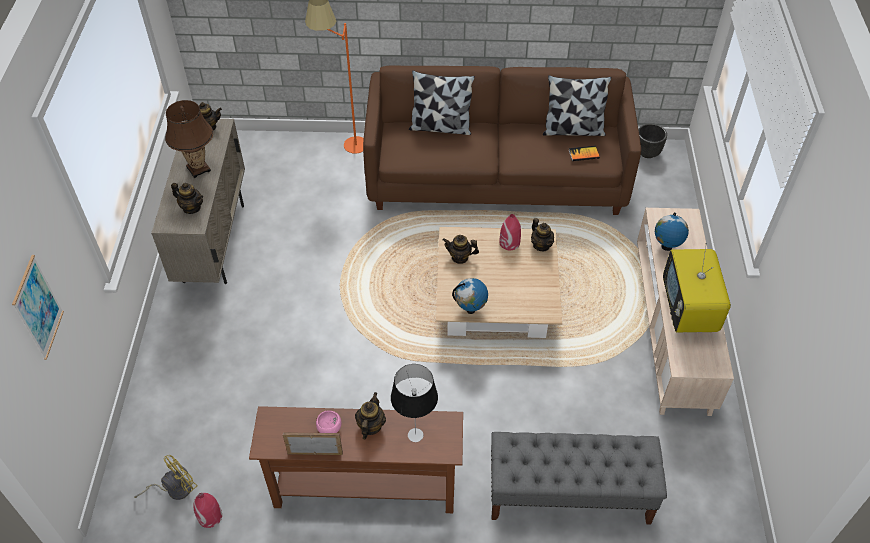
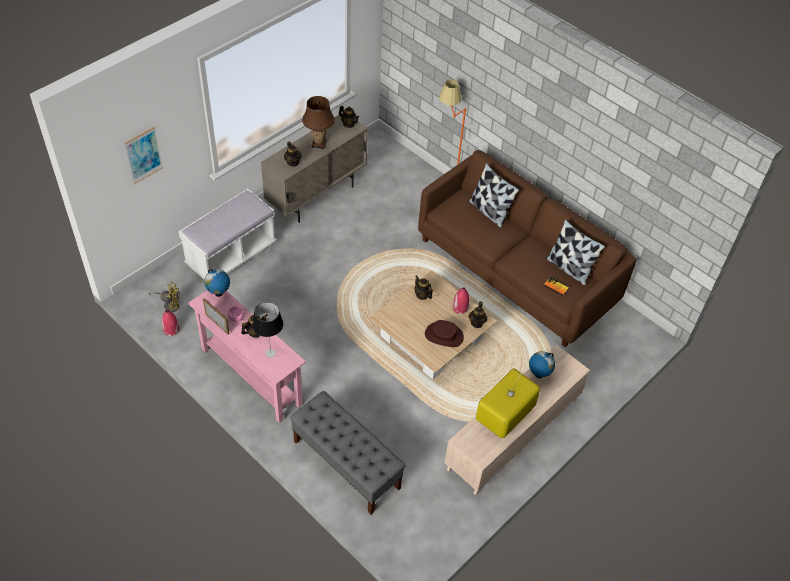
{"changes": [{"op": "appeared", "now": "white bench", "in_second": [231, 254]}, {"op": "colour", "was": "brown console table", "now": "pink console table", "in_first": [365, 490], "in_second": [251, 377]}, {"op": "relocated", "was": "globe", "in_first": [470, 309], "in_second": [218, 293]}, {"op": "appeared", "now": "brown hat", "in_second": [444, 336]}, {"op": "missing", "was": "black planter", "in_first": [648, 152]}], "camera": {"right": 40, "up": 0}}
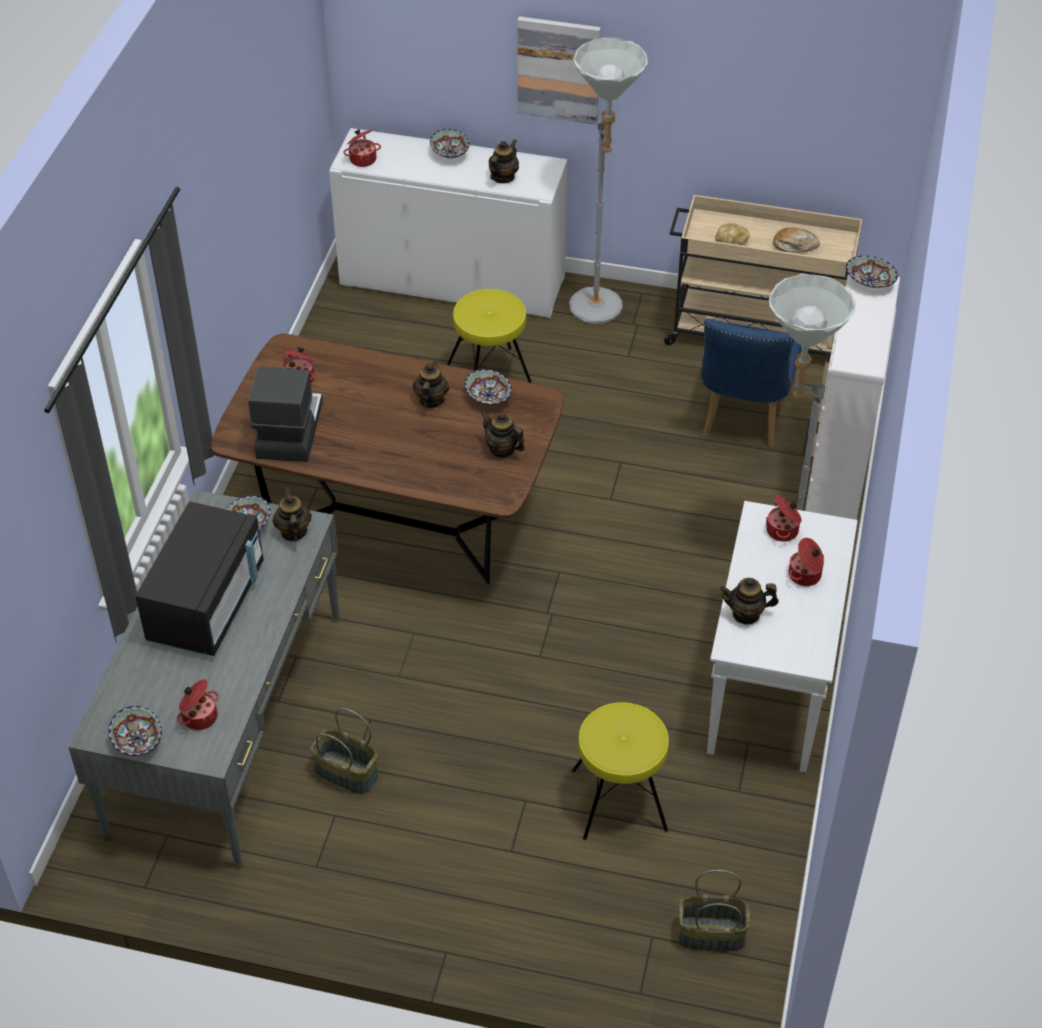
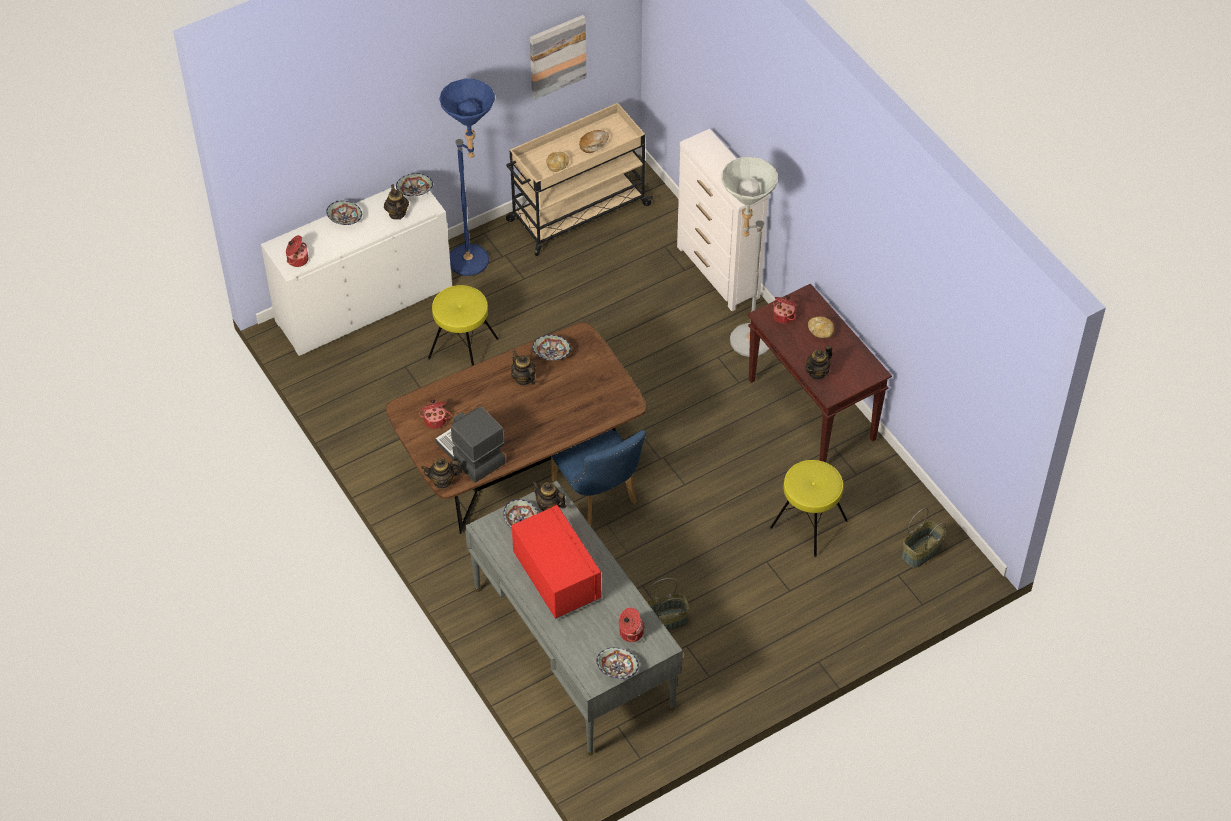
{"changes": [{"op": "relocated", "was": "bowl", "in_first": [869, 282], "in_second": [415, 191]}, {"op": "relocated", "was": "teapot", "in_first": [502, 449], "in_second": [442, 481]}, {"op": "colour", "was": "grey floor lamp", "now": "blue floor lamp", "in_first": [599, 314], "in_second": [476, 264]}, {"op": "colour", "was": "black microwave", "now": "red microwave", "in_first": [207, 604], "in_second": [557, 577]}, {"op": "relocated", "was": "picture", "in_first": [559, 69], "in_second": [557, 56]}, {"op": "relocated", "was": "blue chair", "in_first": [742, 419], "in_second": [598, 496]}, {"op": "colour", "was": "white console table", "now": "brown console table", "in_first": [771, 688], "in_second": [812, 411]}, {"op": "exchanged", "was": "cooking pot", "now": "bread", "in_first": [805, 575], "in_second": [820, 331]}], "camera": {"right": -45, "up": 5}}
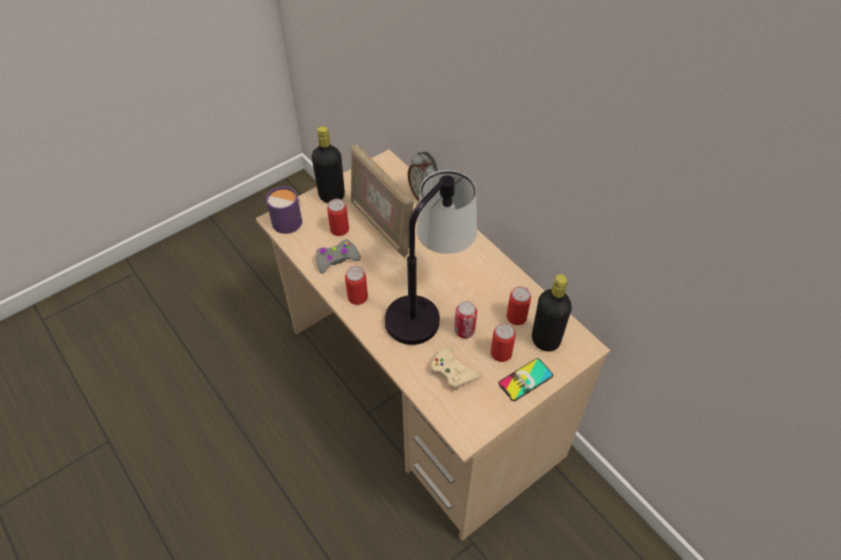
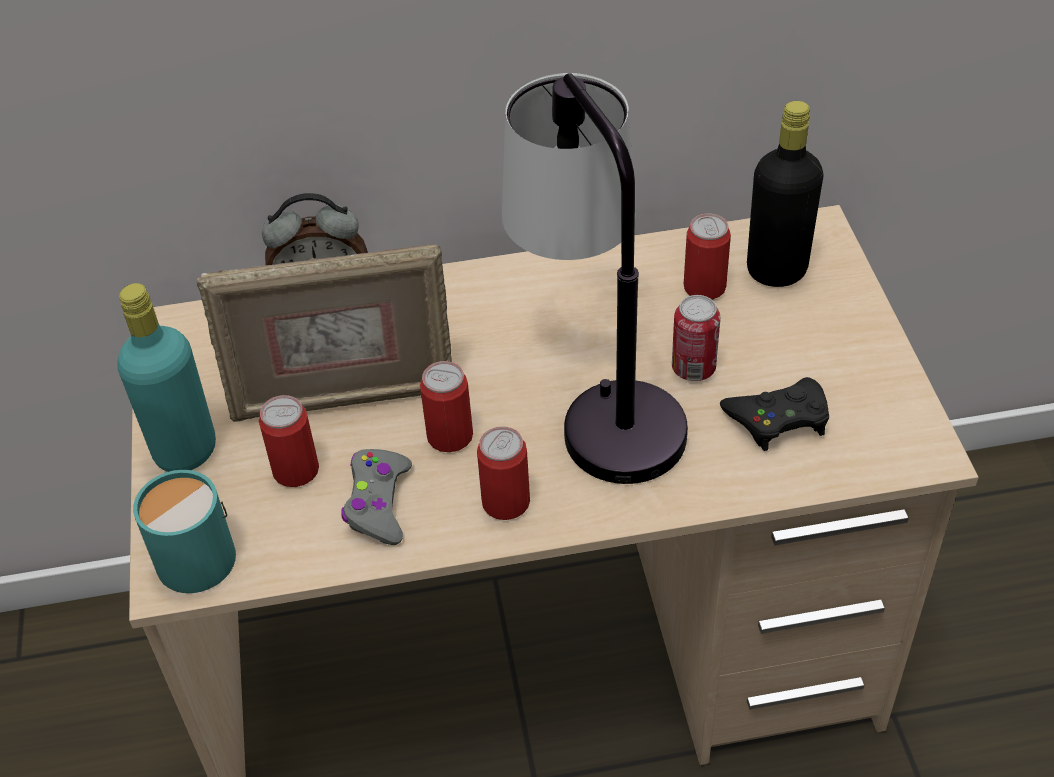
{"changes": [{"op": "colour", "was": "black bottle", "now": "turquoise bottle", "in_first": [331, 196], "in_second": [185, 451]}, {"op": "colour", "was": "purple mug", "now": "turquoise mug", "in_first": [289, 219], "in_second": [191, 553]}, {"op": "relocated", "was": "can", "in_first": [501, 353], "in_second": [450, 436]}, {"op": "colour", "was": "beige game controller", "now": "black game controller", "in_first": [453, 372], "in_second": [778, 418]}, {"op": "missing", "was": "phone", "in_first": [525, 379]}], "camera": {"right": -60, "up": -5}}
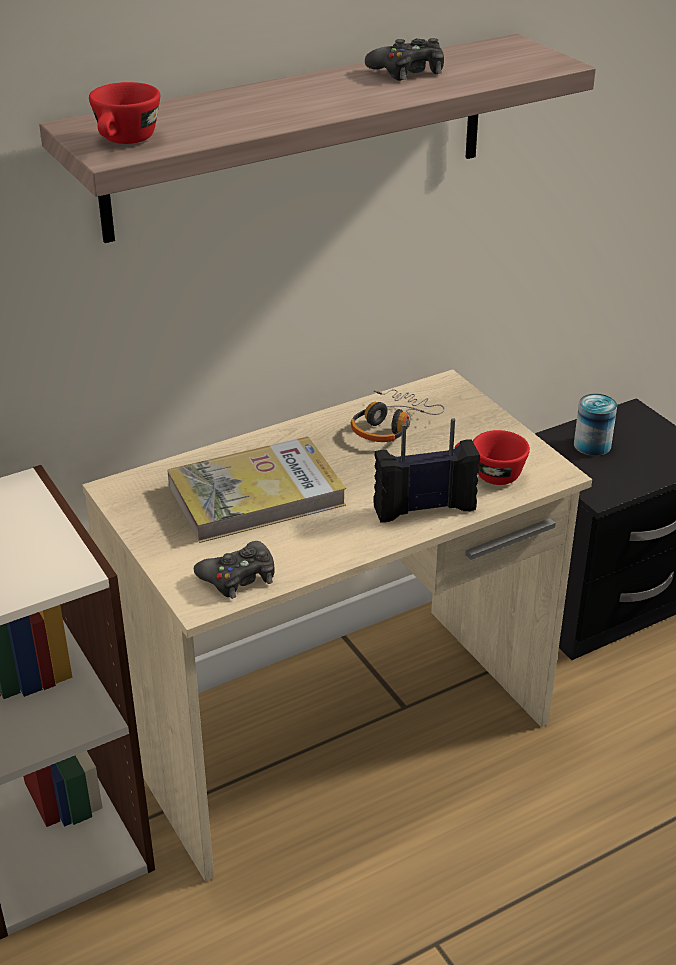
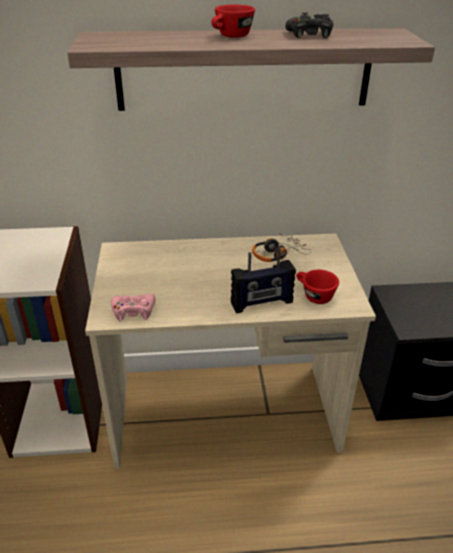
{"changes": [{"op": "colour", "was": "black game controller", "now": "pink game controller", "in_first": [239, 577], "in_second": [133, 311]}, {"op": "relocated", "was": "red cup", "in_first": [125, 141], "in_second": [231, 36]}, {"op": "spun", "was": "radio", "in_first": [424, 507], "in_second": [262, 303], "clockwise": 150}, {"op": "missing", "was": "book", "in_first": [256, 495]}, {"op": "missing", "was": "can", "in_first": [592, 445]}], "camera": {"right": 25, "up": 0}}
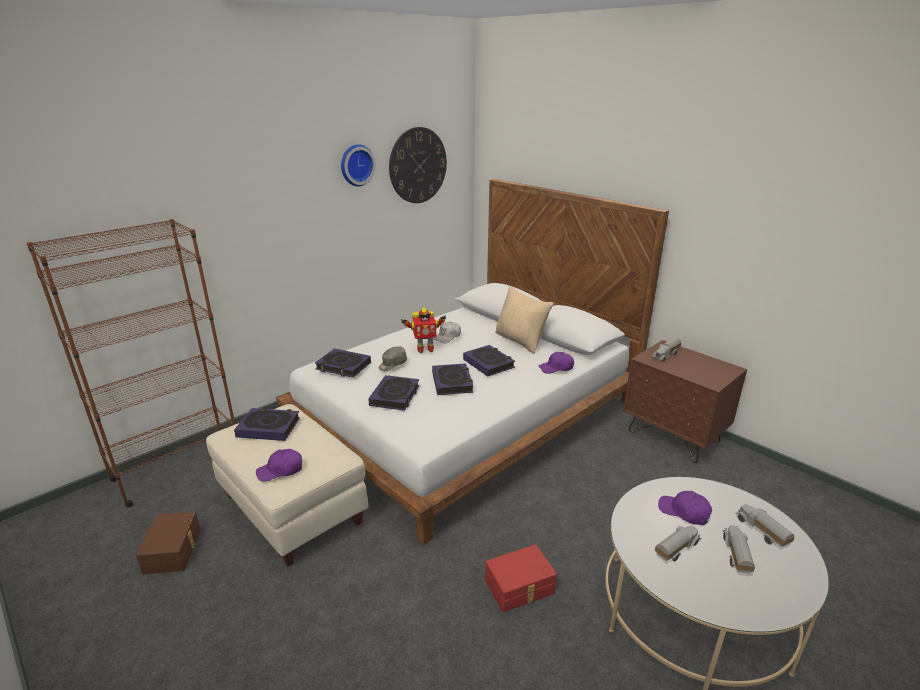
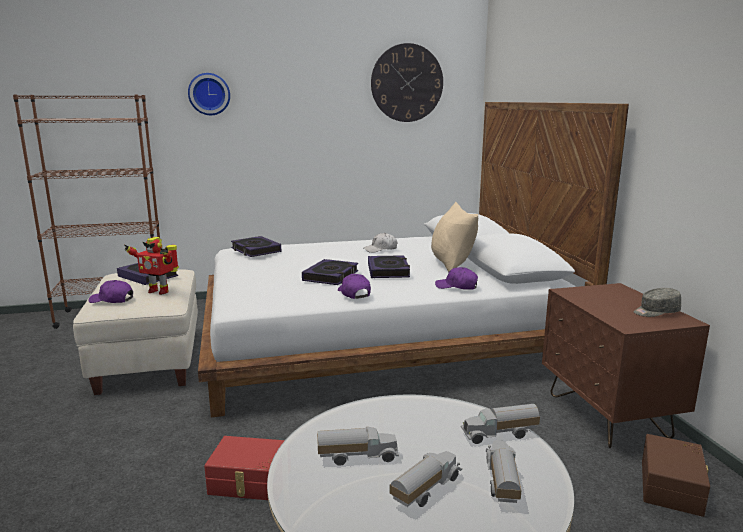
{"changes": [{"op": "relocated", "was": "toy robot", "in_first": [424, 349], "in_second": [159, 291]}, {"op": "relocated", "was": "wall clock", "in_first": [356, 165], "in_second": [209, 94]}, {"op": "relocated", "was": "purple cap", "in_first": [684, 512], "in_second": [354, 293]}, {"op": "relocated", "was": "toy truck", "in_first": [666, 355], "in_second": [499, 435]}, {"op": "relocated", "was": "grey cap", "in_first": [392, 364], "in_second": [655, 312]}, {"op": "relocated", "was": "brown storage box", "in_first": [174, 550], "in_second": [673, 487]}, {"op": "missing", "was": "book", "in_first": [395, 396]}], "camera": {"right": 30, "up": -10}}
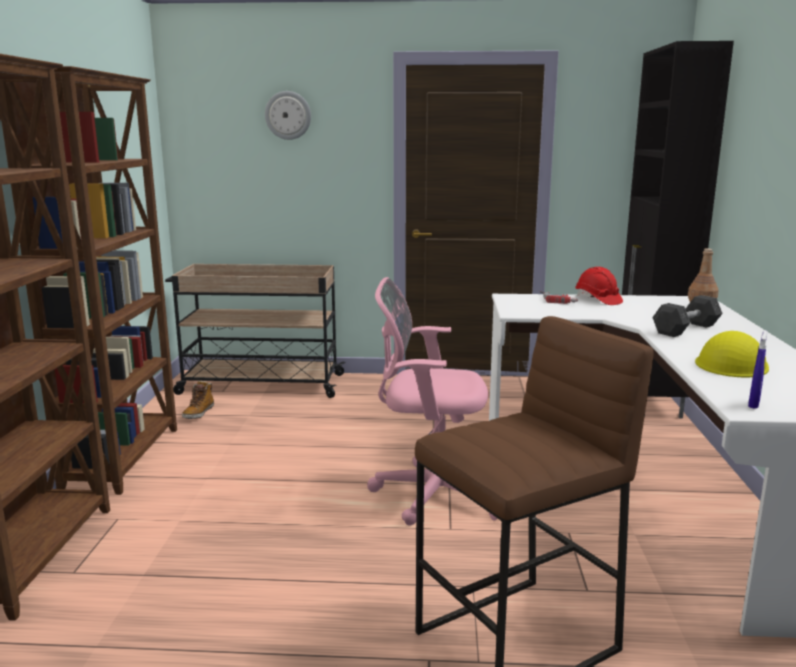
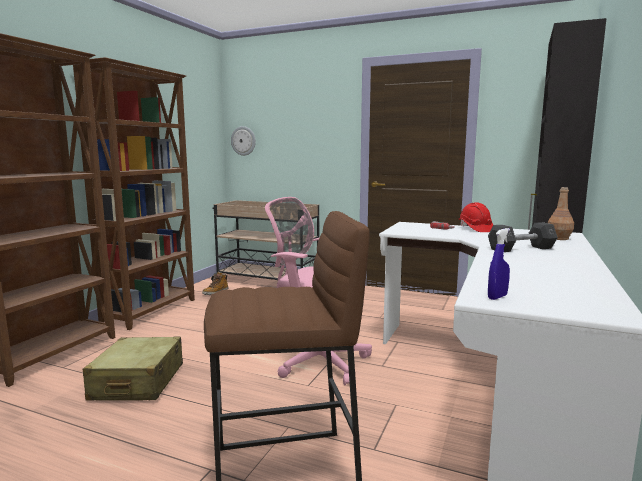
{"changes": [{"op": "appeared", "now": "beige suitcase", "in_second": [138, 382]}, {"op": "relocated", "was": "wall clock", "in_first": [288, 115], "in_second": [243, 141]}, {"op": "missing", "was": "yellow hard hat", "in_first": [731, 364]}], "camera": {"right": 20, "up": -5}}
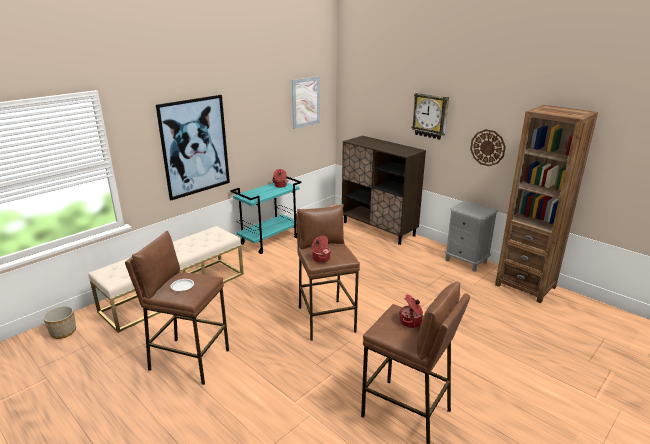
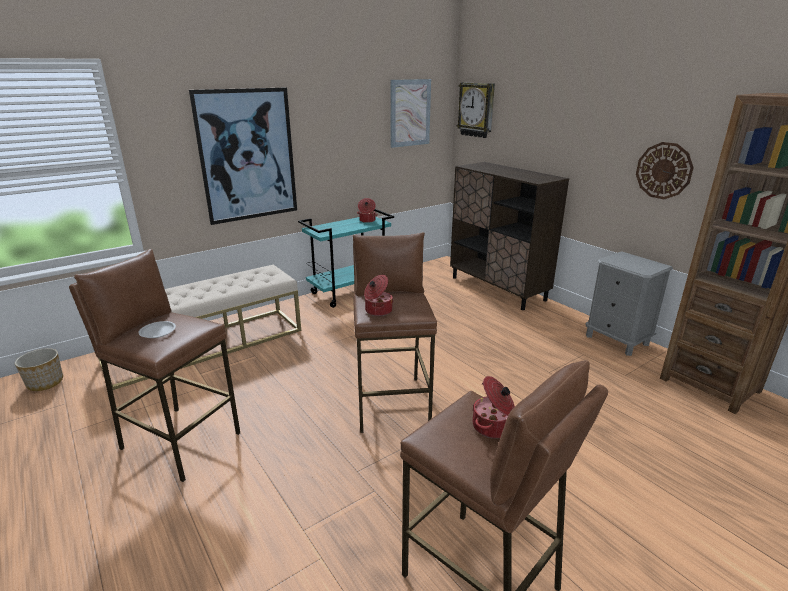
{"changes": [{"op": "relocated", "was": "wall clock", "in_first": [430, 116], "in_second": [476, 110]}], "camera": {"right": 10, "up": 0}}
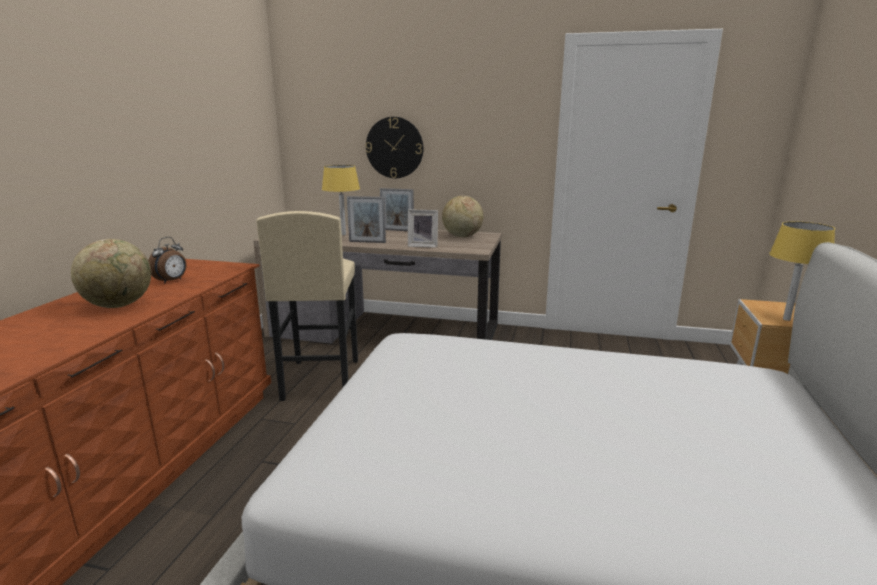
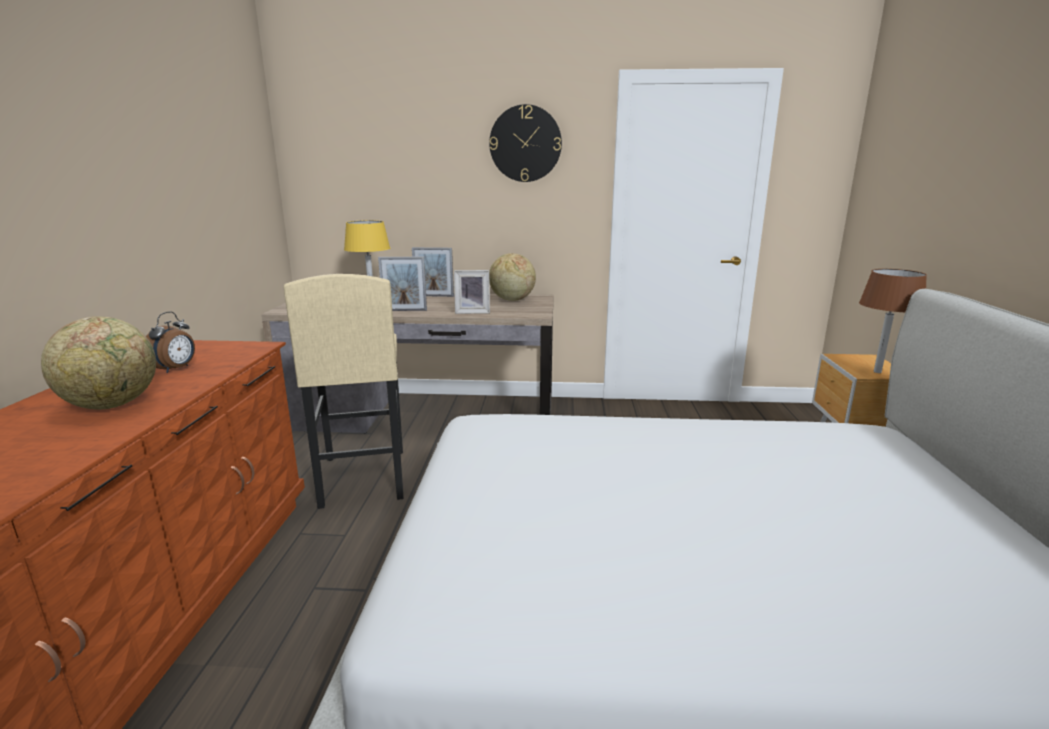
{"changes": [{"op": "relocated", "was": "wall clock", "in_first": [394, 147], "in_second": [525, 144]}, {"op": "colour", "was": "yellow table lamp", "now": "brown table lamp", "in_first": [786, 319], "in_second": [877, 372]}], "camera": {"right": -10, "up": 0}}
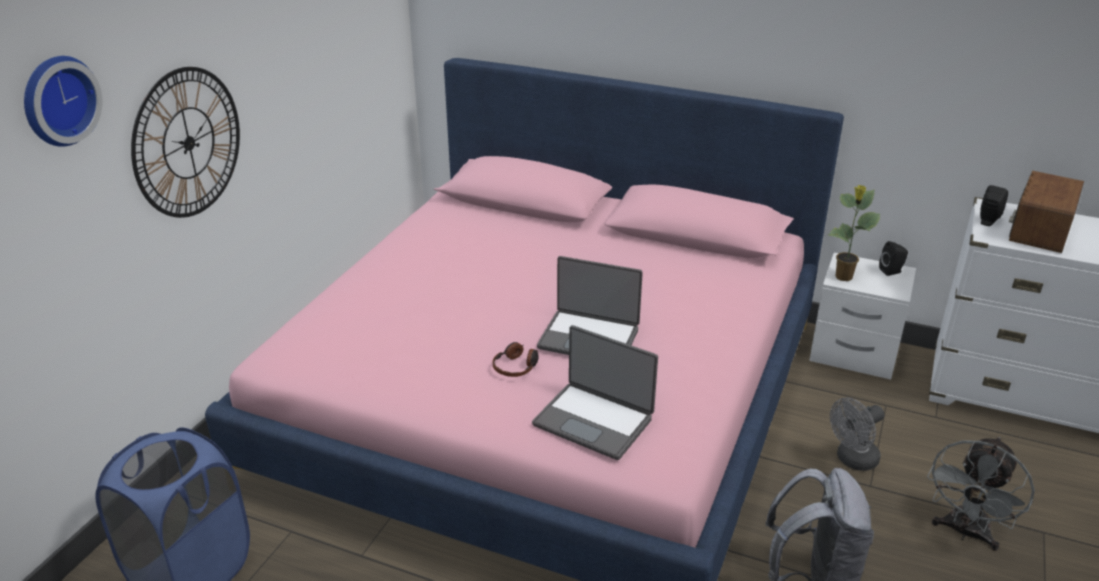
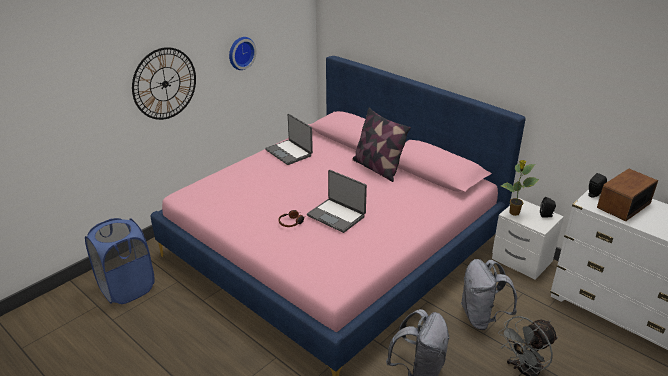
{"changes": [{"op": "relocated", "was": "wall clock", "in_first": [57, 100], "in_second": [240, 52]}, {"op": "relocated", "was": "laptop", "in_first": [594, 421], "in_second": [289, 152]}, {"op": "appeared", "now": "pillow", "in_second": [377, 168]}, {"op": "exchanged", "was": "grey fan", "now": "grey backpack", "in_first": [852, 460], "in_second": [482, 317]}], "camera": {"right": 20, "up": 0}}
